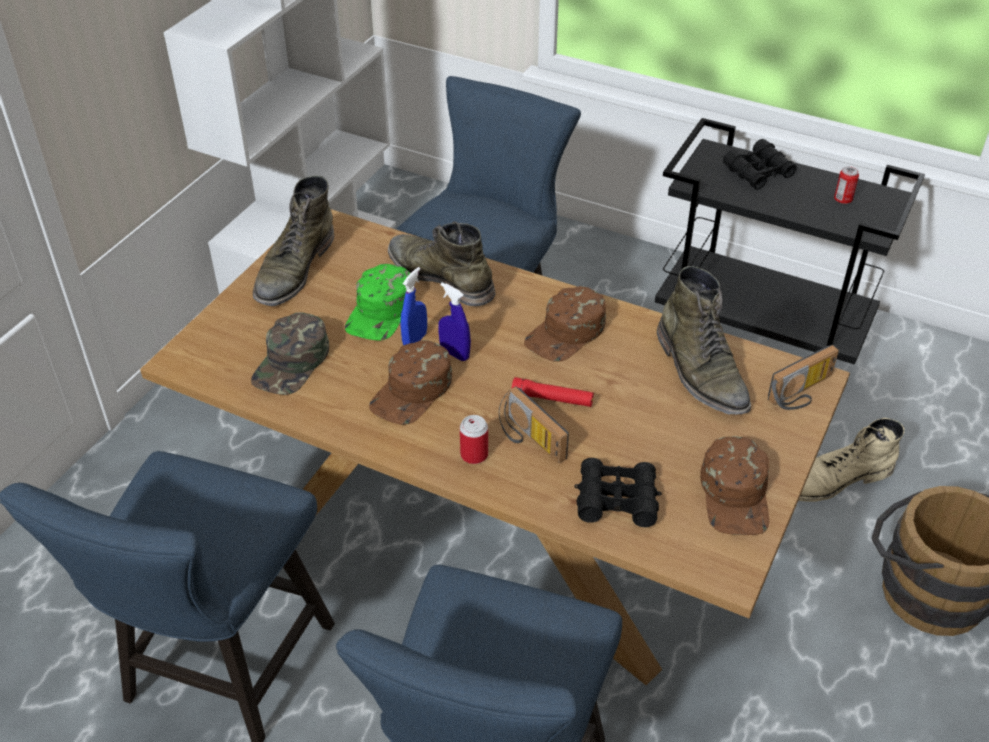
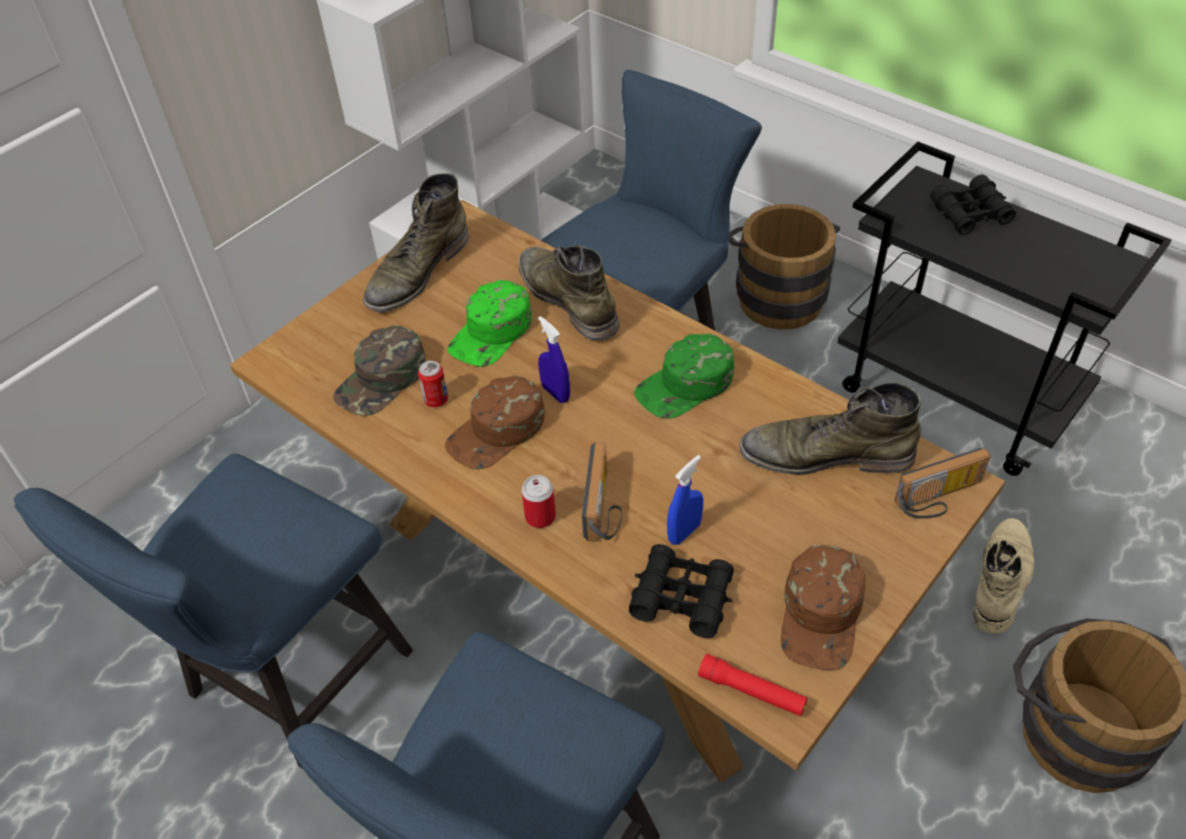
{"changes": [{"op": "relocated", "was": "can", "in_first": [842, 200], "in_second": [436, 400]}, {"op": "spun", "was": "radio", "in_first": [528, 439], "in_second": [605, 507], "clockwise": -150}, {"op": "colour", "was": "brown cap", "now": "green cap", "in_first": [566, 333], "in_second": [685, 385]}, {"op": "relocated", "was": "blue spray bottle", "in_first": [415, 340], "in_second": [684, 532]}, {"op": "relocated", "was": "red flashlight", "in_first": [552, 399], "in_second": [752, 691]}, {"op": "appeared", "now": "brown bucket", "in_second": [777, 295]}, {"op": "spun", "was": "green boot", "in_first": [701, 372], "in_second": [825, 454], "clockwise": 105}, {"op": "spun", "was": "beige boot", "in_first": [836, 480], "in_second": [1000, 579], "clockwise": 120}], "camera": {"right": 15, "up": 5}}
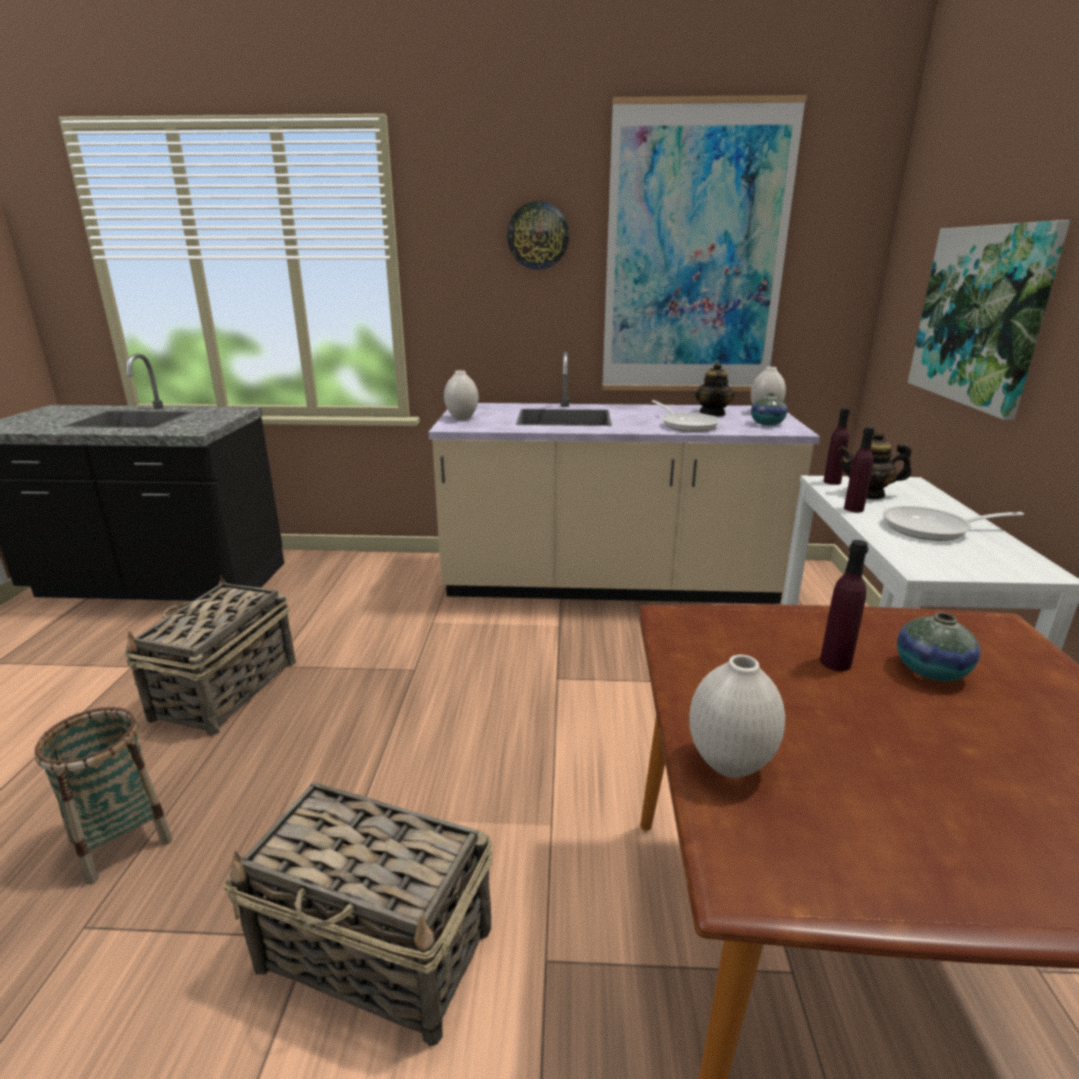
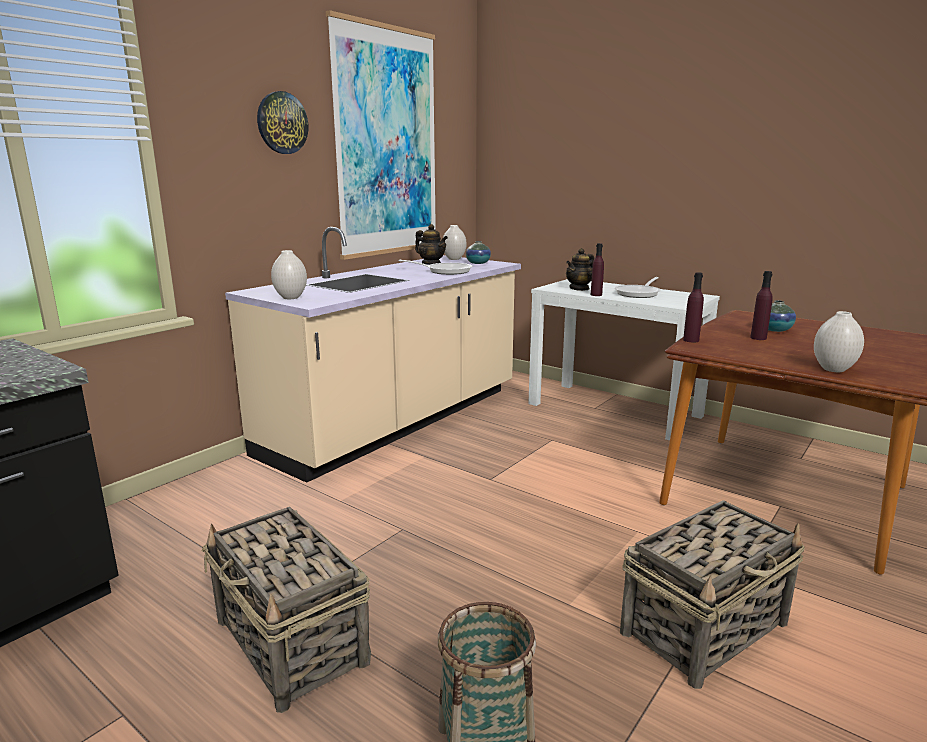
{"changes": [{"op": "relocated", "was": "purple bottle", "in_first": [832, 482], "in_second": [691, 340]}, {"op": "missing", "was": "picture", "in_first": [981, 316]}], "camera": {"right": -55, "up": -5}}
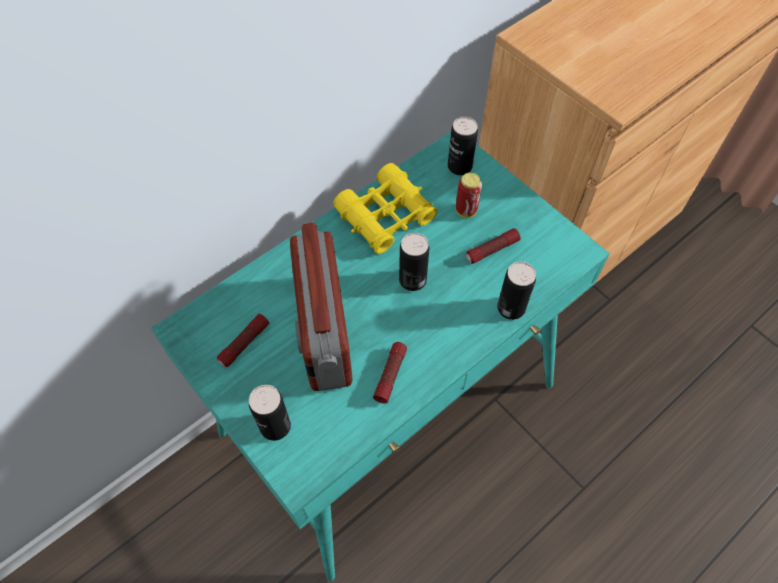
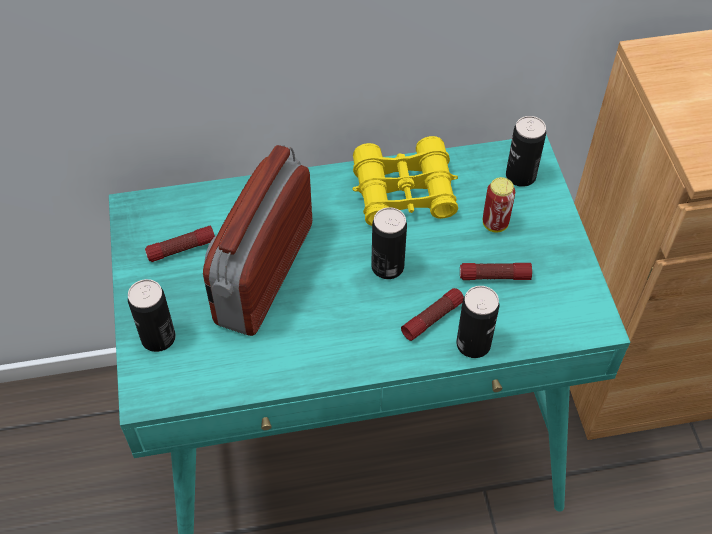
{"changes": [{"op": "relocated", "was": "flashlight", "in_first": [390, 375], "in_second": [432, 318]}], "camera": {"right": 30, "up": -5}}
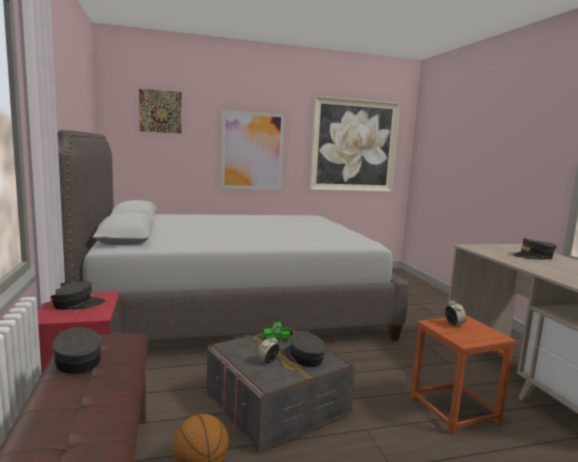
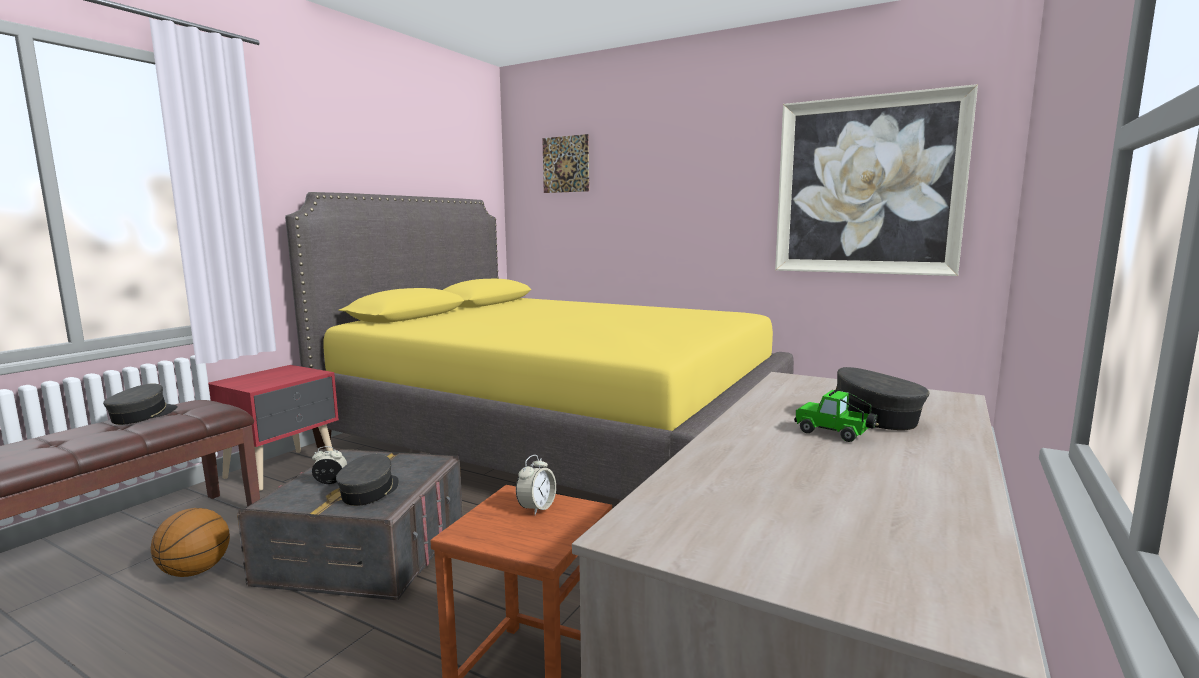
{"changes": [{"op": "colour", "was": "grey bed", "now": "yellow bed", "in_first": [232, 309], "in_second": [558, 436]}, {"op": "relocated", "was": "toy car", "in_first": [278, 339], "in_second": [835, 433]}, {"op": "missing", "was": "grey cap", "in_first": [77, 304]}, {"op": "missing", "was": "picture", "in_first": [252, 151]}], "camera": {"right": 45, "up": 0}}
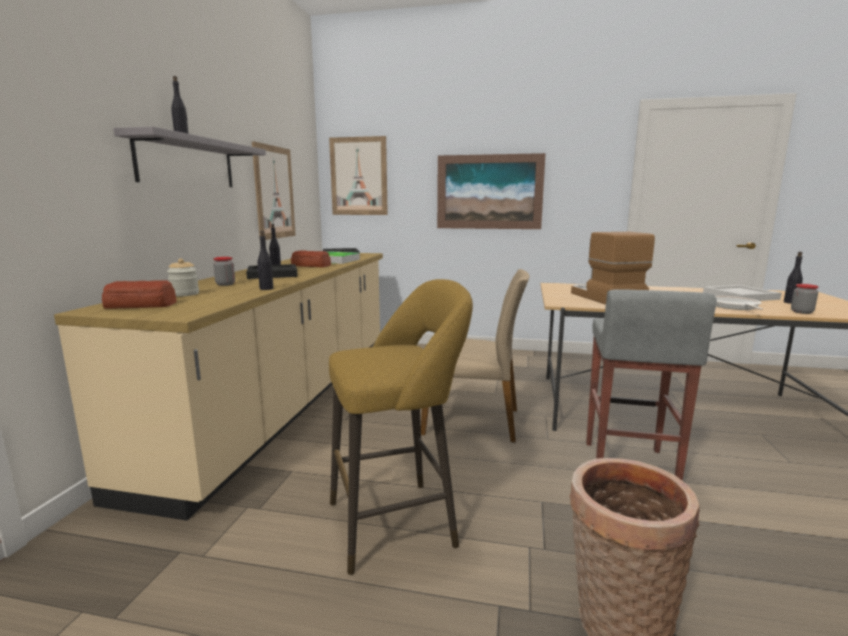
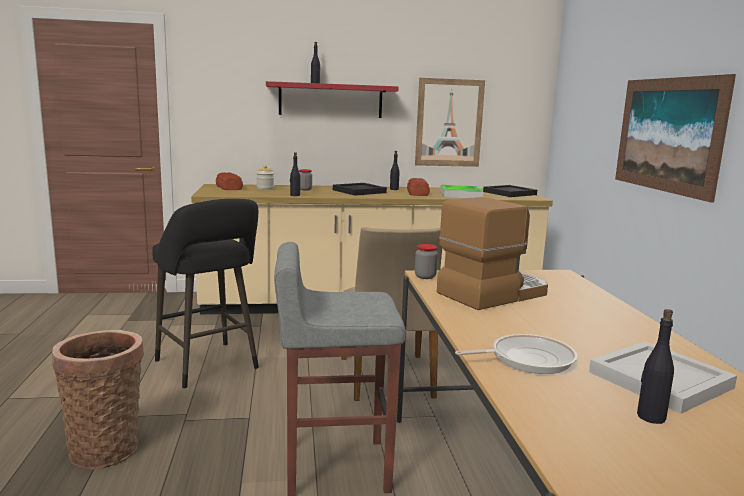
{"changes": [{"op": "colour", "was": "yellow stool", "now": "black stool", "in_first": [399, 521], "in_second": [209, 366]}, {"op": "colour", "was": "grey shelf", "now": "red shelf", "in_first": [187, 163], "in_second": [330, 100]}, {"op": "relocated", "was": "jar", "in_first": [801, 312], "in_second": [425, 276]}, {"op": "missing", "was": "picture", "in_first": [358, 176]}], "camera": {"right": 70, "up": 0}}
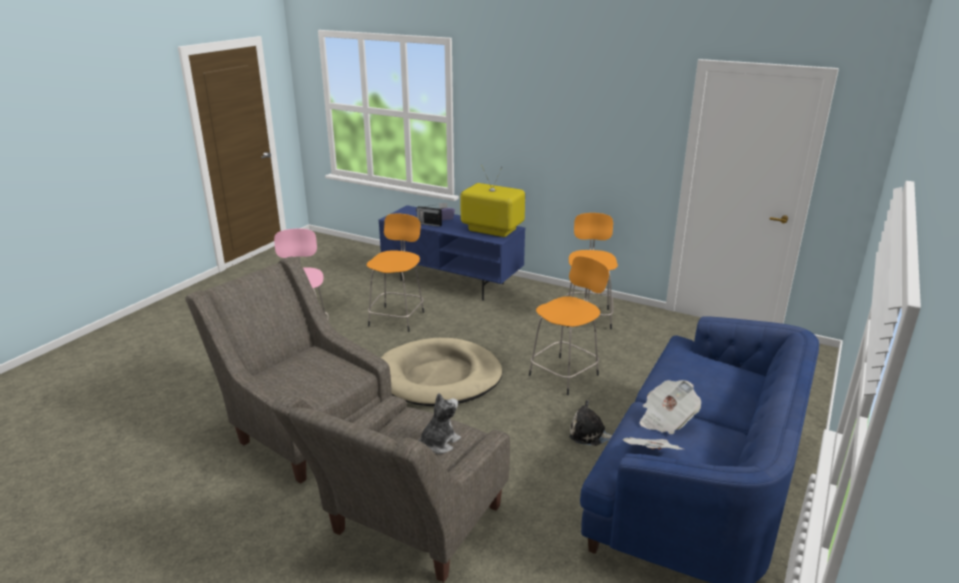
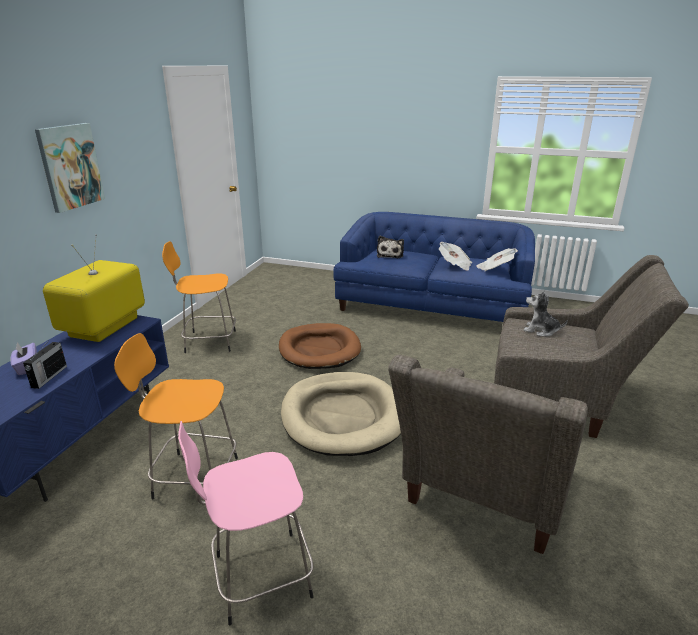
{"changes": [{"op": "appeared", "now": "picture", "in_second": [70, 166]}, {"op": "exchanged", "was": "orange stool", "now": "brown dog bed", "in_first": [565, 374], "in_second": [319, 349]}, {"op": "relocated", "was": "plush toy", "in_first": [590, 434], "in_second": [390, 255]}], "camera": {"right": -100, "up": 0}}
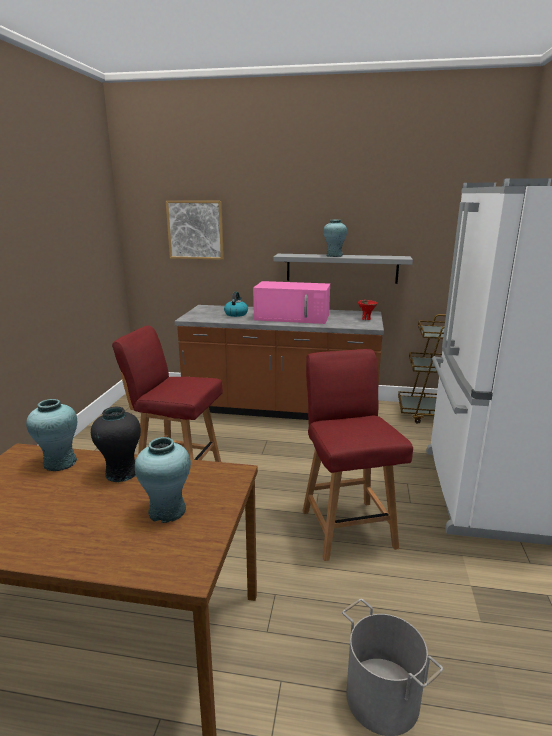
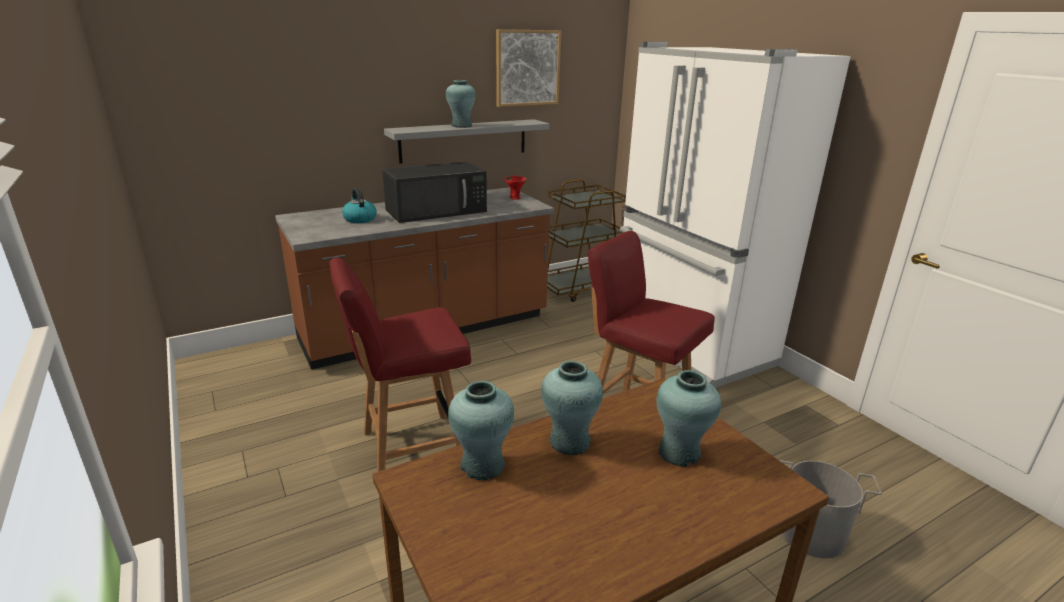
{"changes": [{"op": "colour", "was": "pink microwave", "now": "black microwave", "in_first": [293, 317], "in_second": [437, 210]}, {"op": "relocated", "was": "picture", "in_first": [195, 230], "in_second": [527, 68]}, {"op": "colour", "was": "black vase", "now": "turquoise vase", "in_first": [121, 473], "in_second": [569, 442]}], "camera": {"right": -40, "up": 5}}
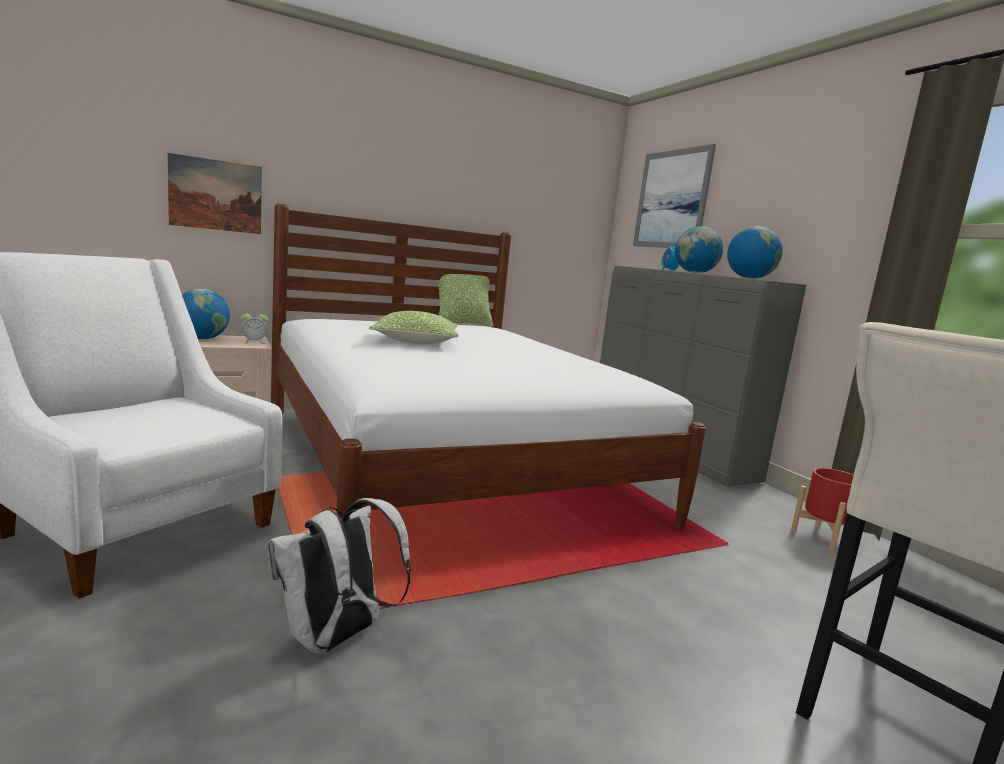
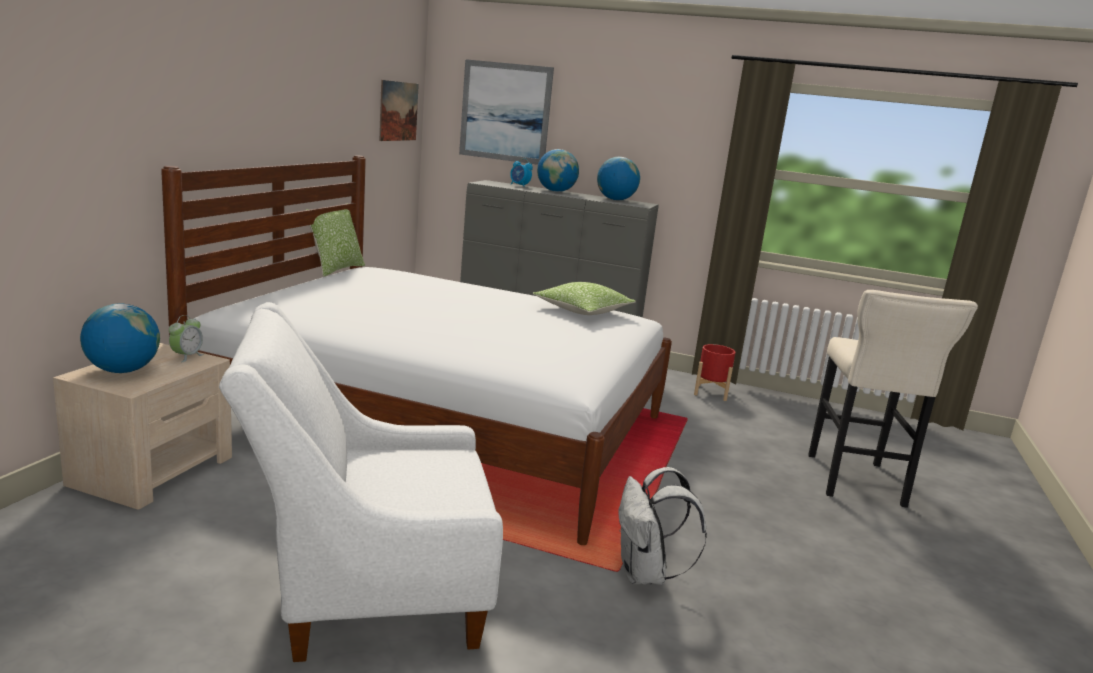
{"changes": [{"op": "relocated", "was": "picture", "in_first": [216, 195], "in_second": [398, 111]}, {"op": "relocated", "was": "pillow", "in_first": [415, 341], "in_second": [582, 310]}], "camera": {"right": -45, "up": 5}}
